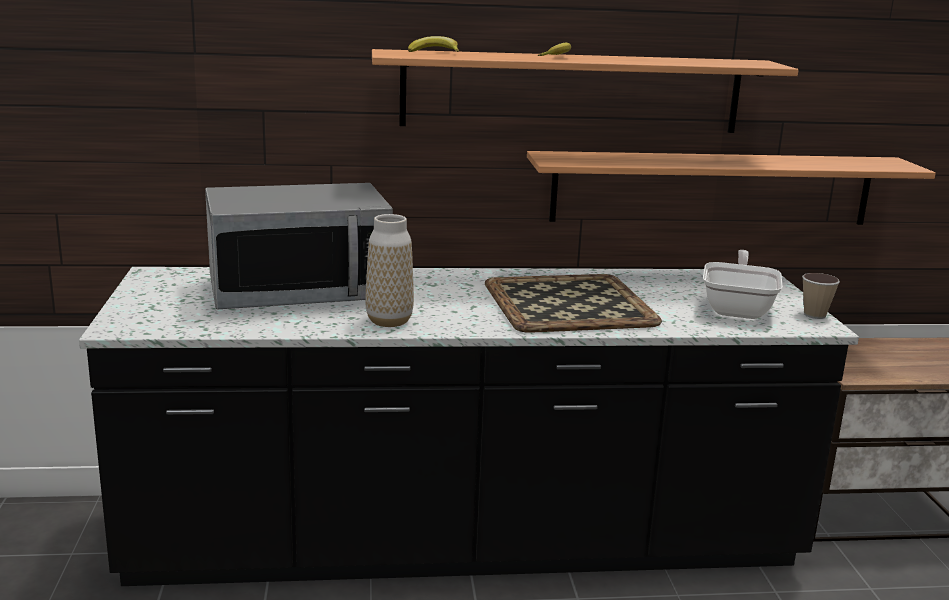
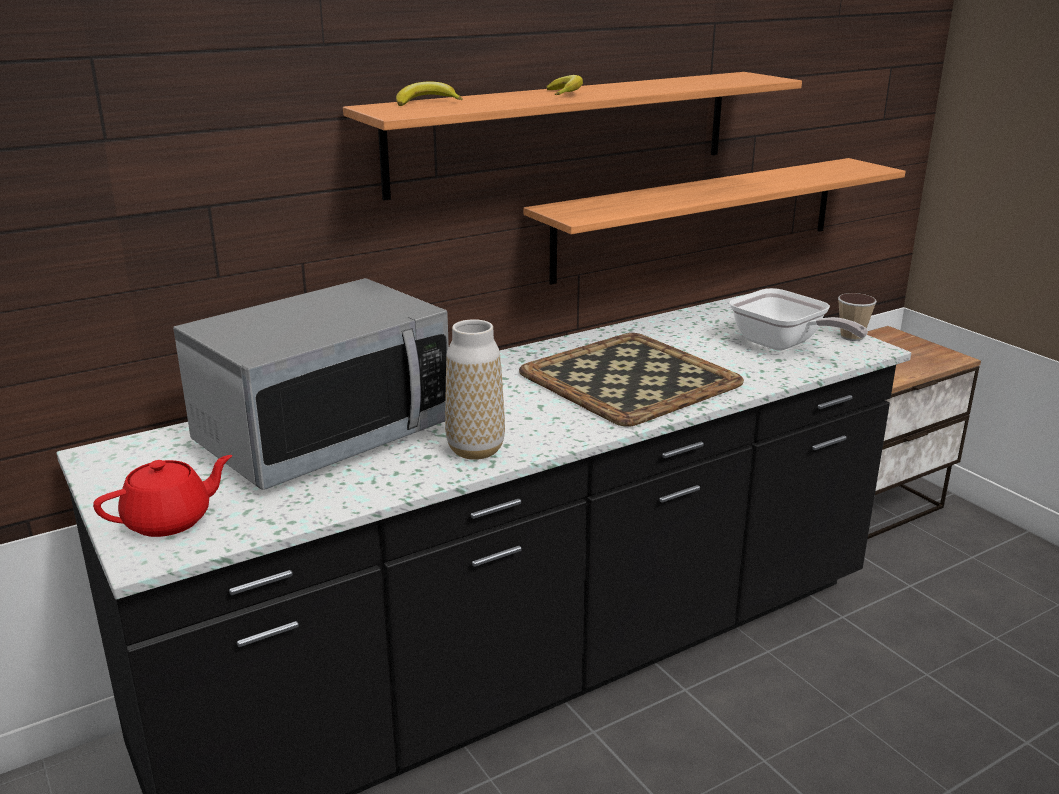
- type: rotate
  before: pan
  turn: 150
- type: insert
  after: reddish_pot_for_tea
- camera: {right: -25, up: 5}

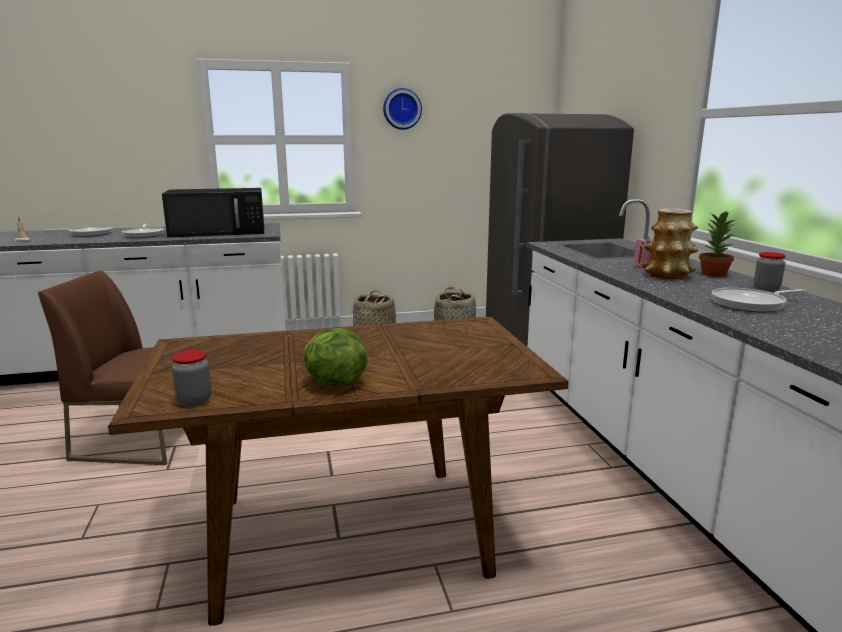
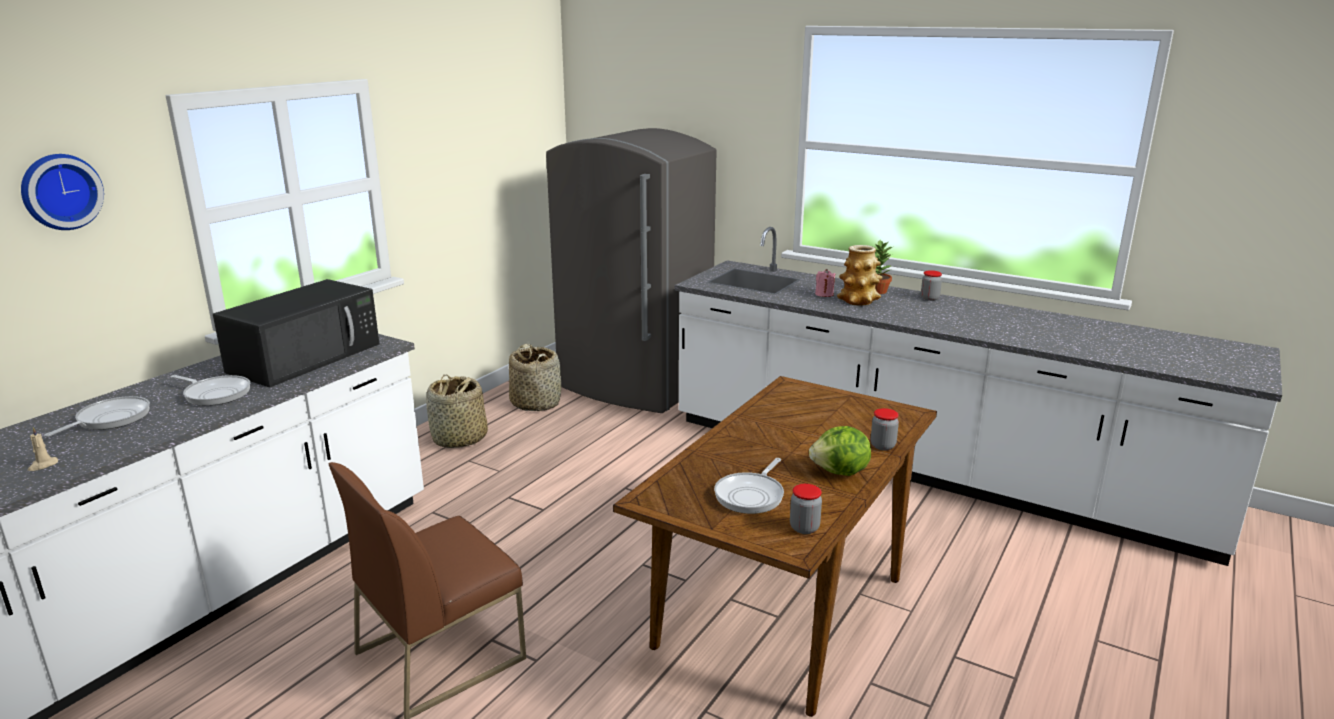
- type: move
  before: hanging_clock
- type: move
  before: pan (3rd from left)
- type: insert
  after: storage_jar (2nd from left)
- camera: {right: -45, up: 5}

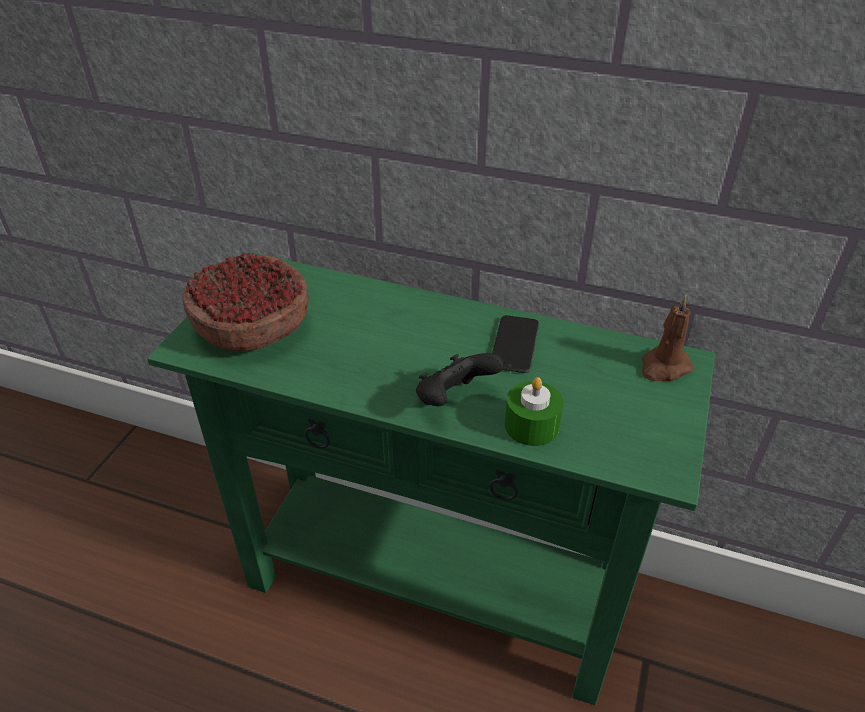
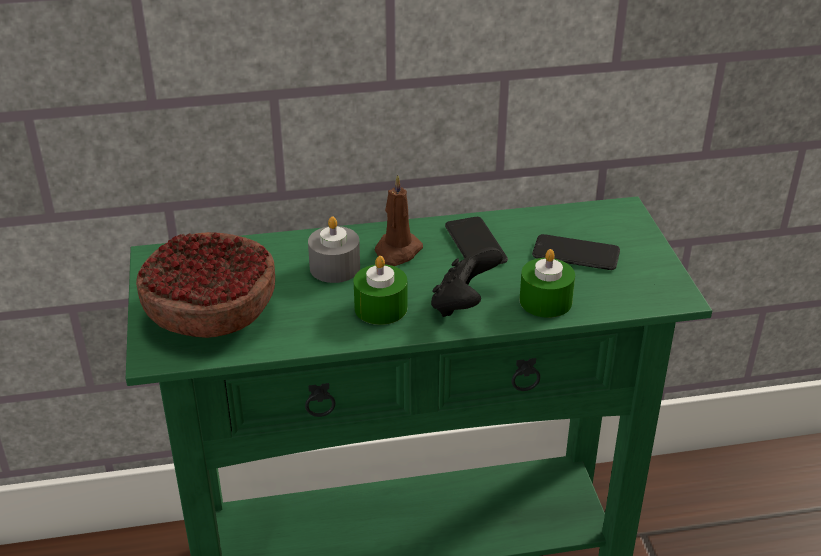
- type: move
  before: brownish_candle
- type: insert
  after: gray_candle
- type: insert
  after: green-coloured_candle (1st from left)
- type: insert
  after: handset (2nd from left)
- camera: {right: -30, up: -5}

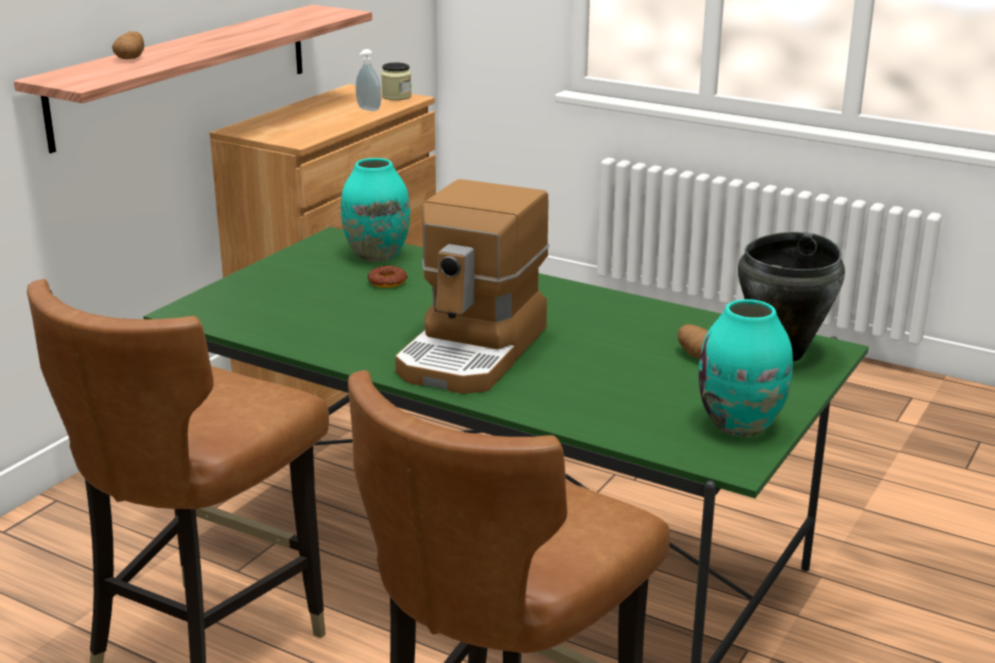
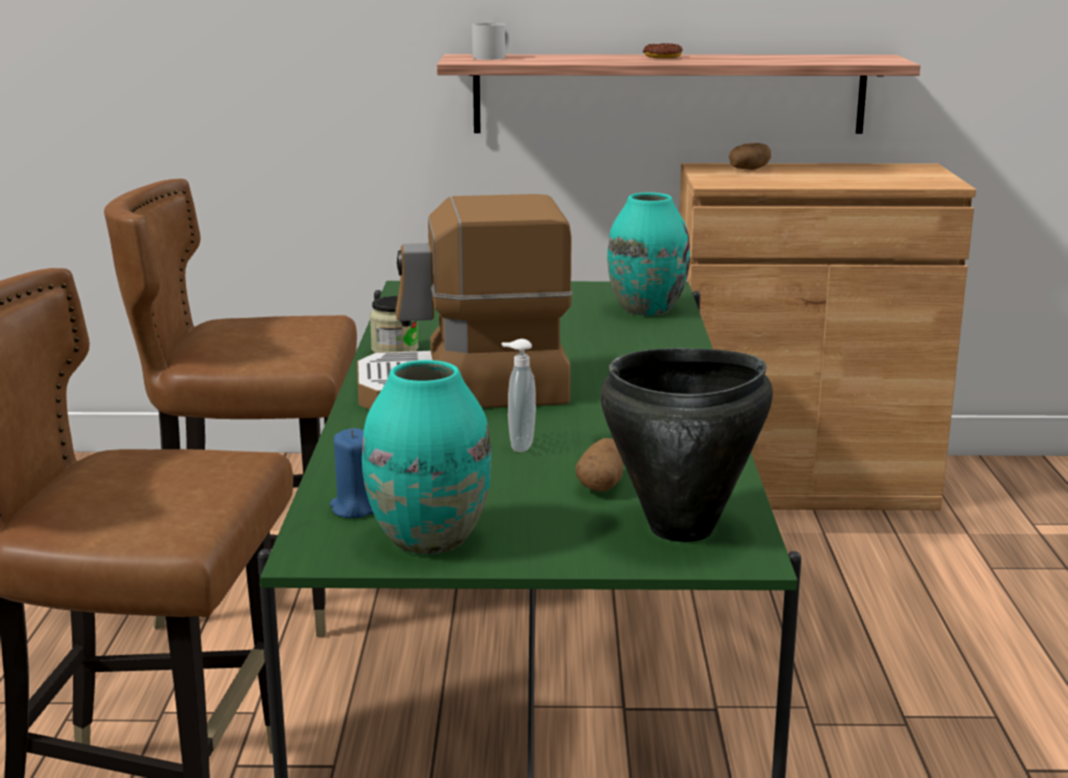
- type: move
  before: whole_potato (1st from left in the first image)
  after: whole_potato (2nd from left)
- type: move
  before: soap_bottle
- type: move
  before: ring_doughnut
- type: move
  before: storage_jar
- type: insert
  after: bluish_candle
- type: insert
  after: whitish_mug
- camera: {right: 60, up: -5}

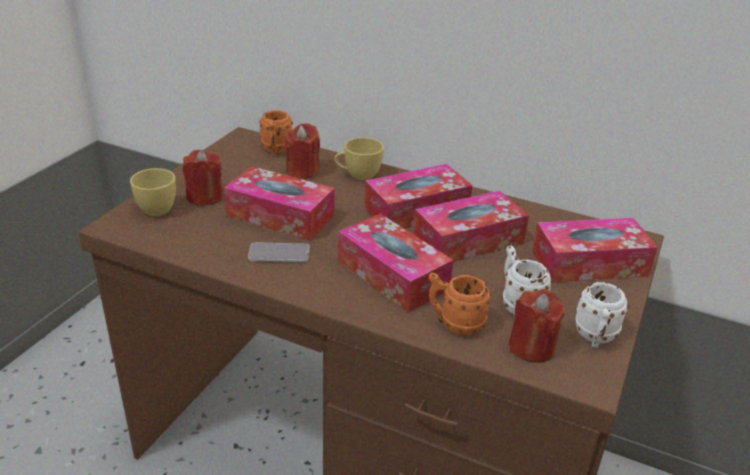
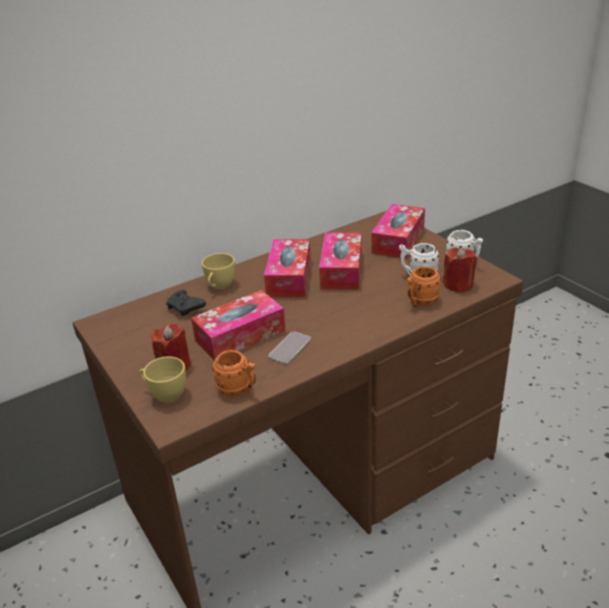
- type: move
  before: orangey_mug (1st from left)
- type: replace
  before: reddish_candle (2nd from left)
  after: black_game_controller
- type: delete
  before: tissue_box (2nd from left)
- camera: {right: -55, up: 0}

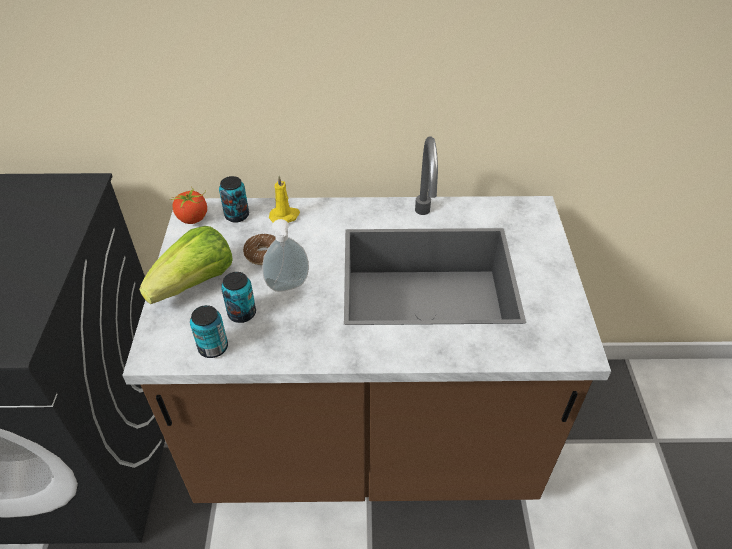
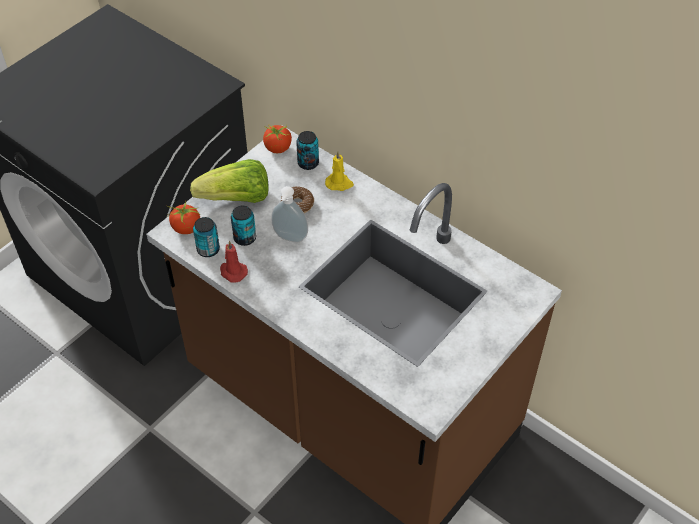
- type: insert
  after: tomato (1st from left)
- type: insert
  after: reddish_candle
- camera: {right: 40, up: 5}

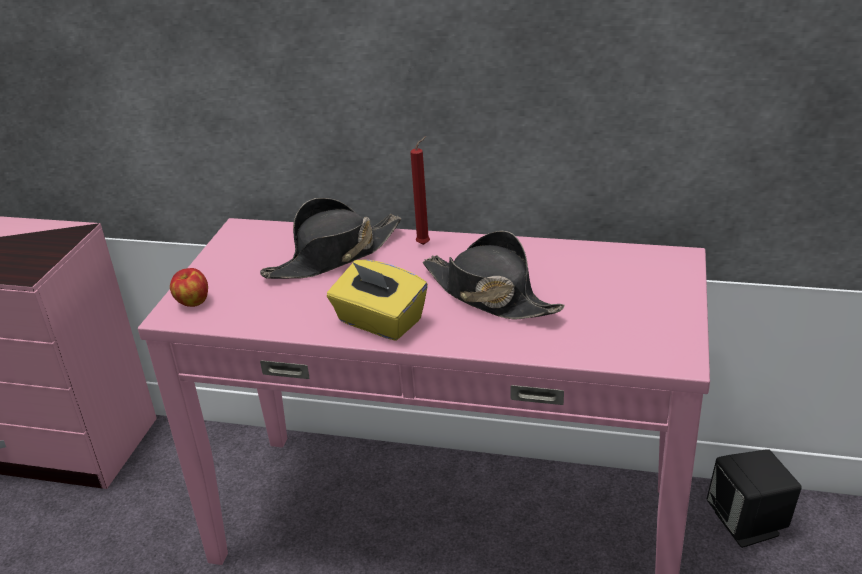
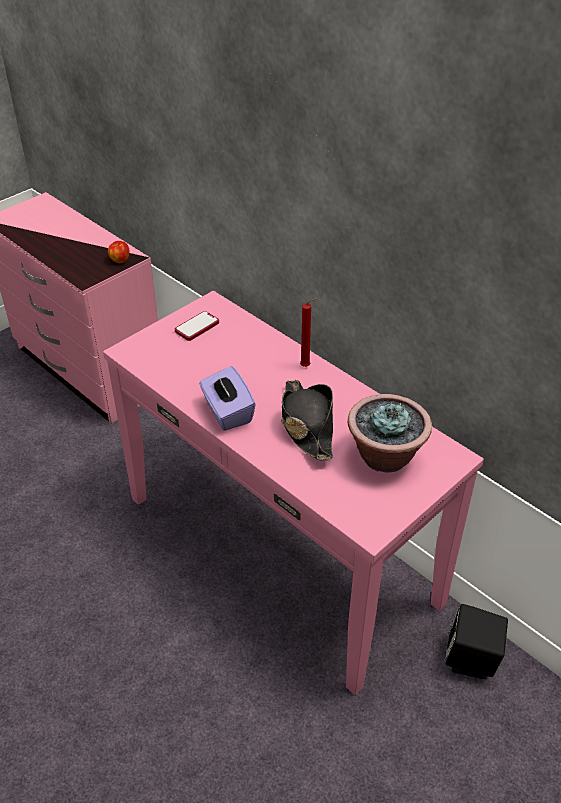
- type: move
  before: apple
- type: delete
  before: black_clothing_hat (1st from left)
- type: recolor
  before: yellow_tissue_box
  after: purple-coloured_tissue_box
- type: insert
  after: handset
- type: insert
  after: houseplant
- camera: {right: 30, up: 10}

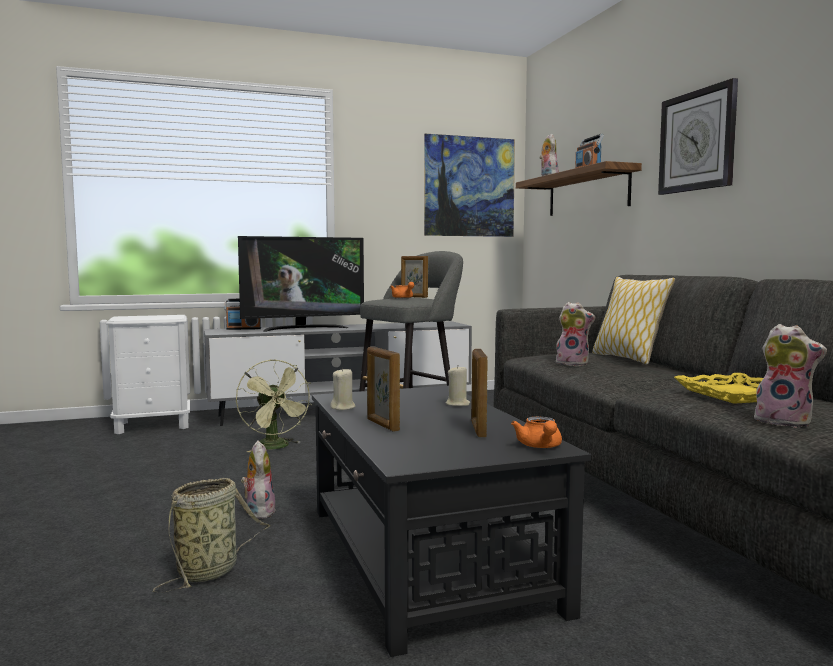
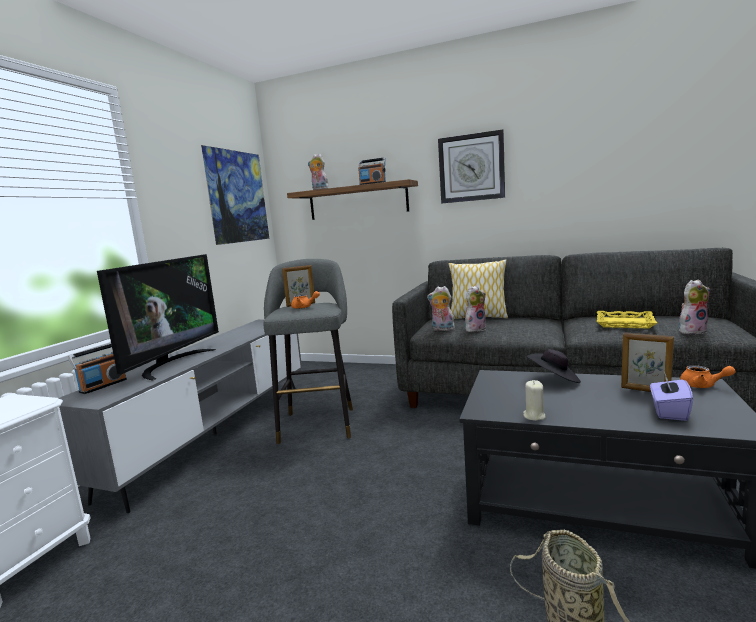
- type: delete
  before: green-coloured_fan
- type: move
  before: cuddly_toy (1st from left in the first image)
  after: cuddly_toy (2nd from left)
- type: delete
  before: standing_frame (1st from left)
- type: replace
  before: beige-coloured_candle (2nd from left)
  after: black_clothing_hat
- type: insert
  after: purple-coloured_tissue_box
- camera: {right: -50, up: 5}

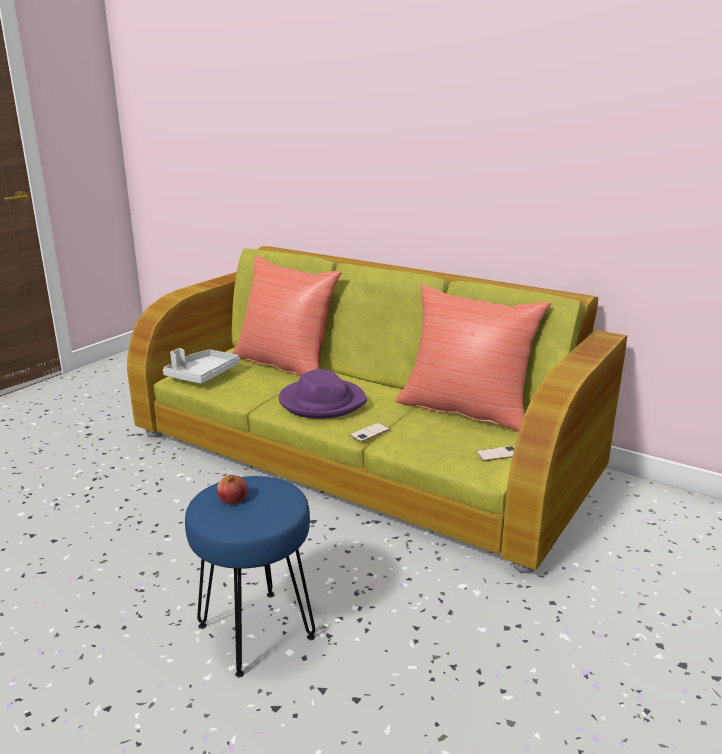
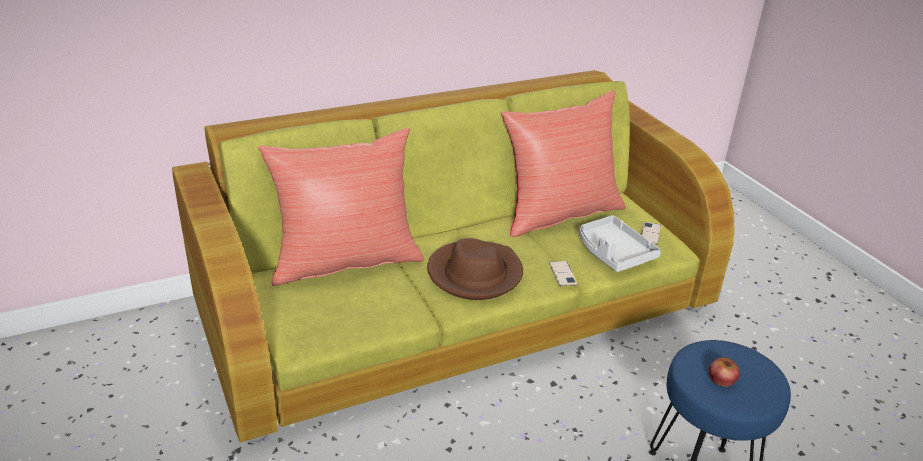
- type: move
  before: gray_carrying_tray
- type: recolor
  before: purple-coloured_clothing_hat
  after: brownish_clothing_hat
- camera: {right: -60, up: 10}

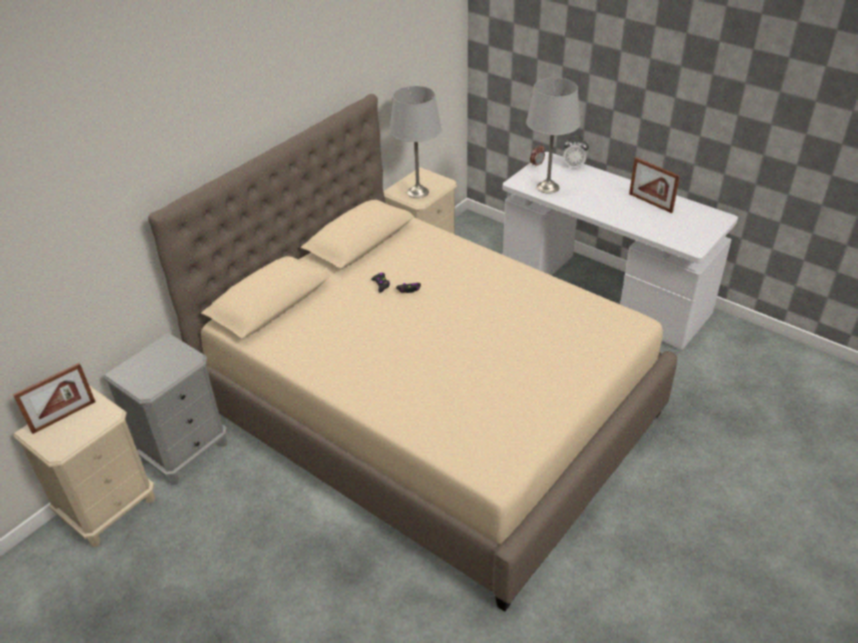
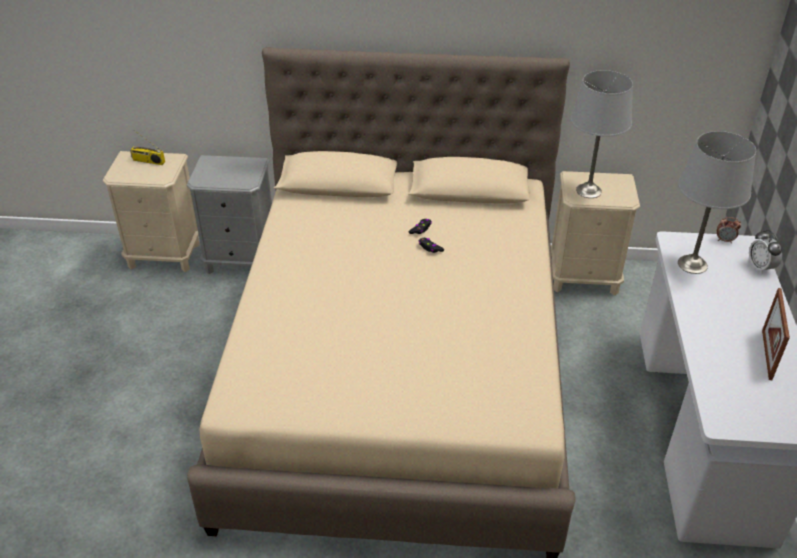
- type: replace
  before: standing_frame (1st from left)
  after: radio_receiver
- camera: {right: 55, up: 0}

